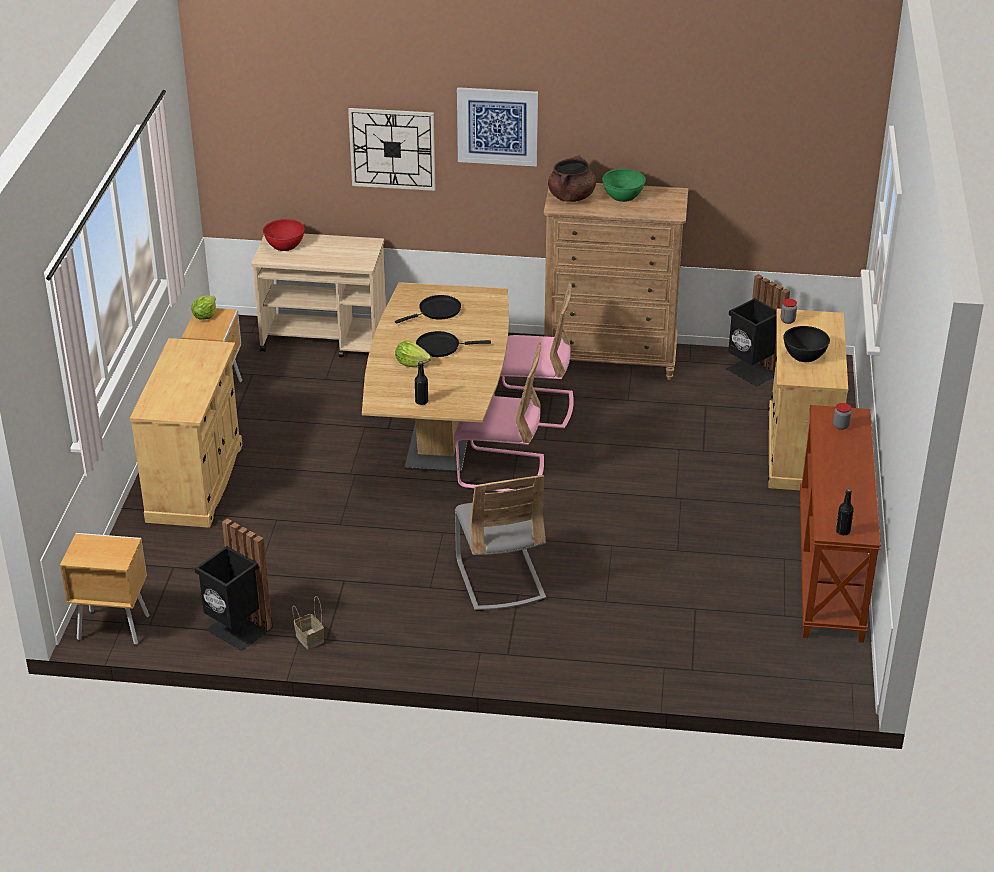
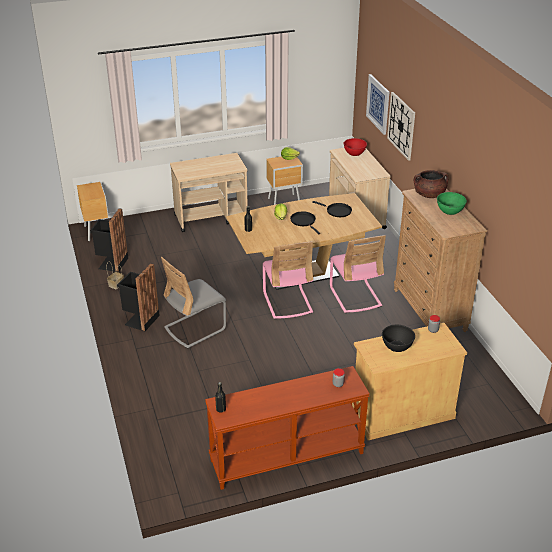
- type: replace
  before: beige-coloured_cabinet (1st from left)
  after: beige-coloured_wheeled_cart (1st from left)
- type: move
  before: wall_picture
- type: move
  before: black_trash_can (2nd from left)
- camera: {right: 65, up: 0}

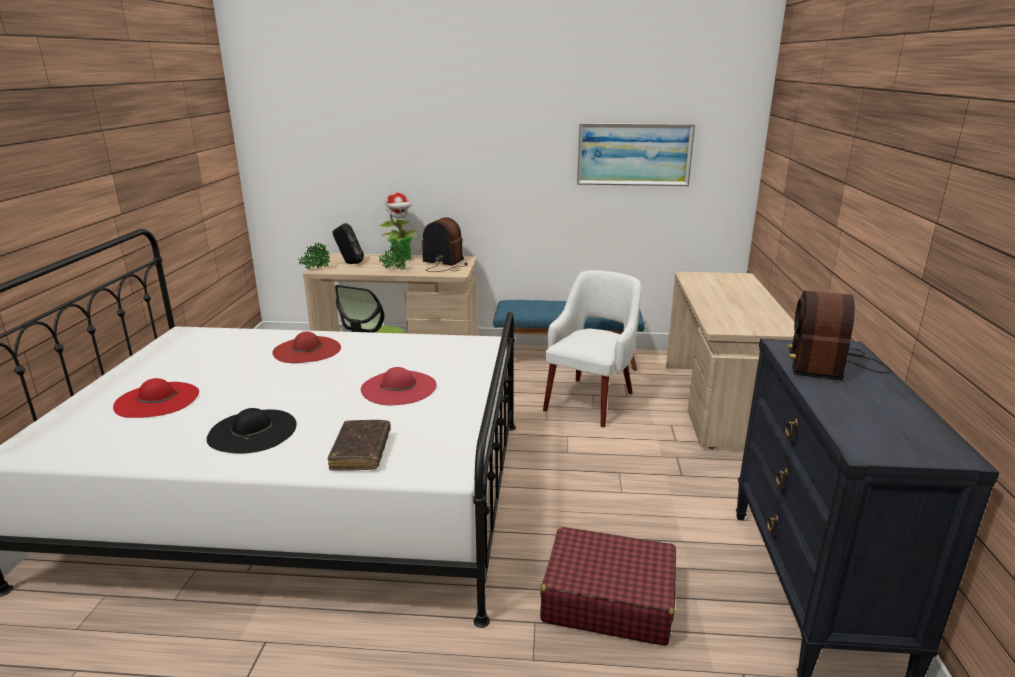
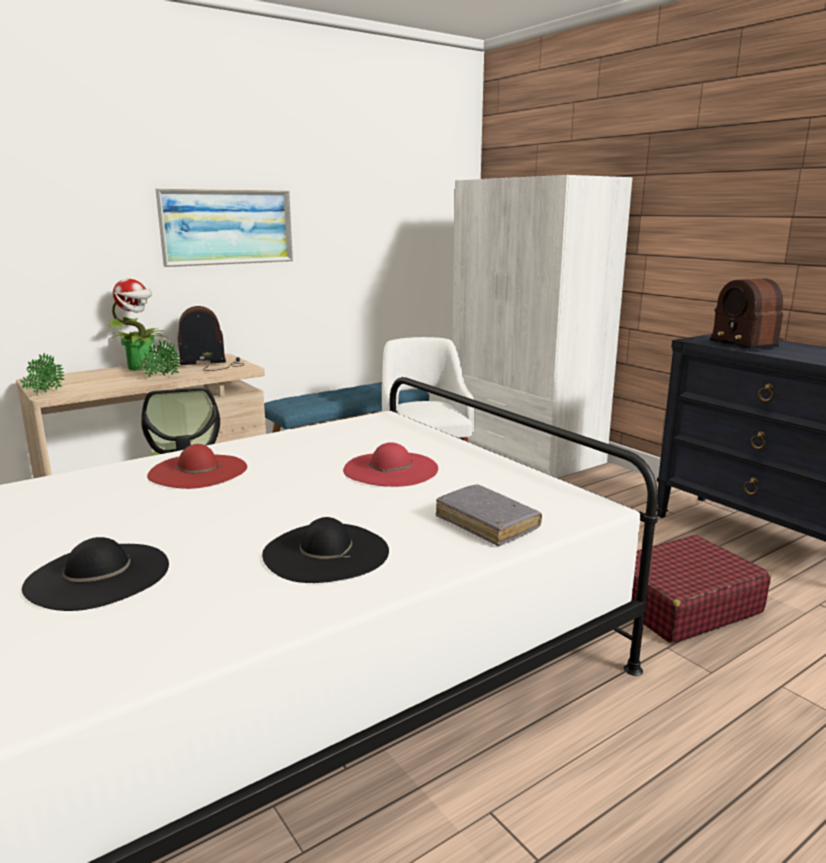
- type: recolor
  before: reddish_clothing_hat (1st from left)
  after: black_clothing_hat (1st from left)
- type: recolor
  before: brownish_volume
  after: gray_volume
- type: delete
  before: black_loudspeaker
- type: move
  before: wall_picture
- type: replace
  before: beige-coloured_desk_table (2nd from left)
  after: whitish_wardrobe
- camera: {right: -40, up: -5}

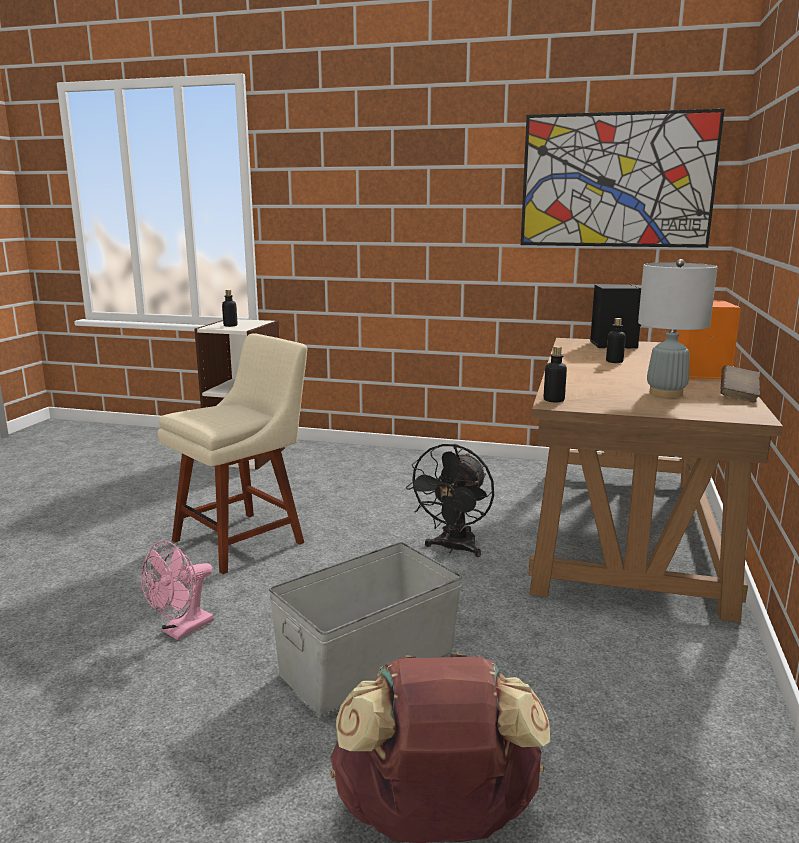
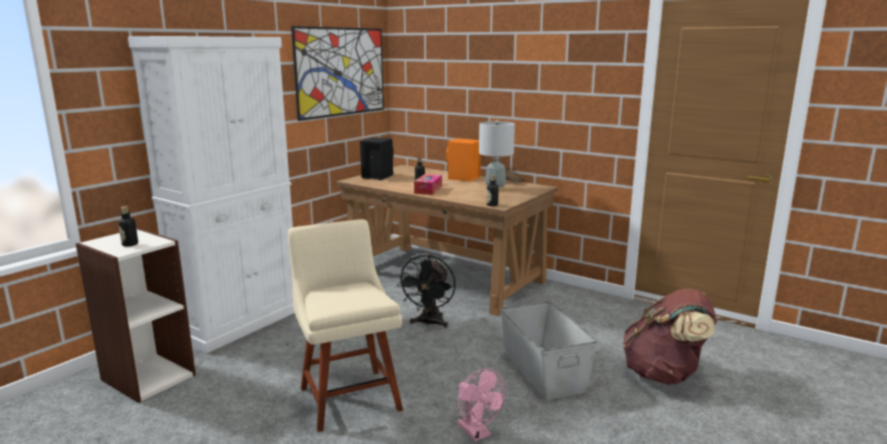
- type: rotate
  before: black_fan
  turn: 60
- type: insert
  after: whitish_cabinet
- type: insert
  after: tissue_box
- camera: {right: -70, up: 0}

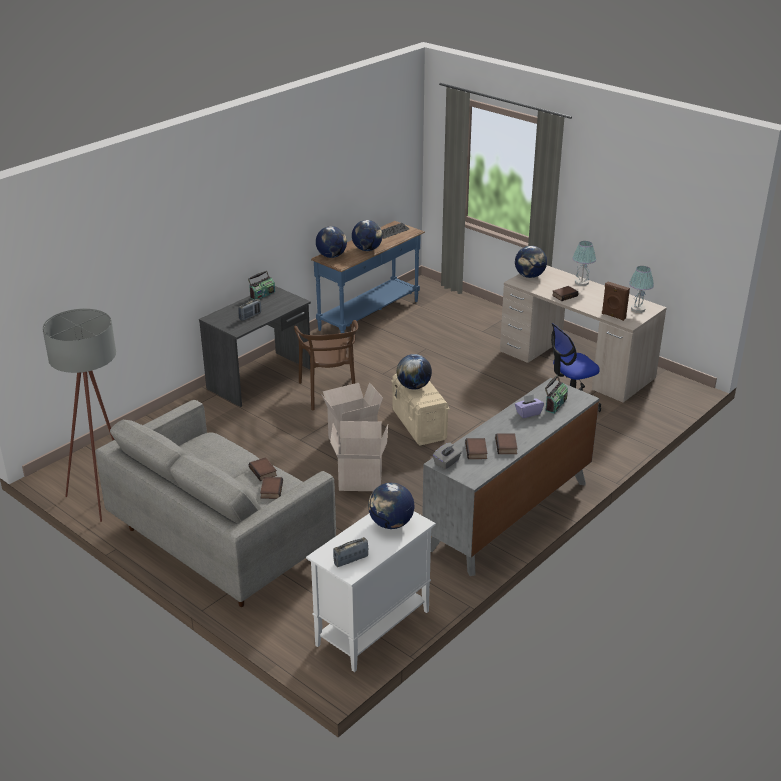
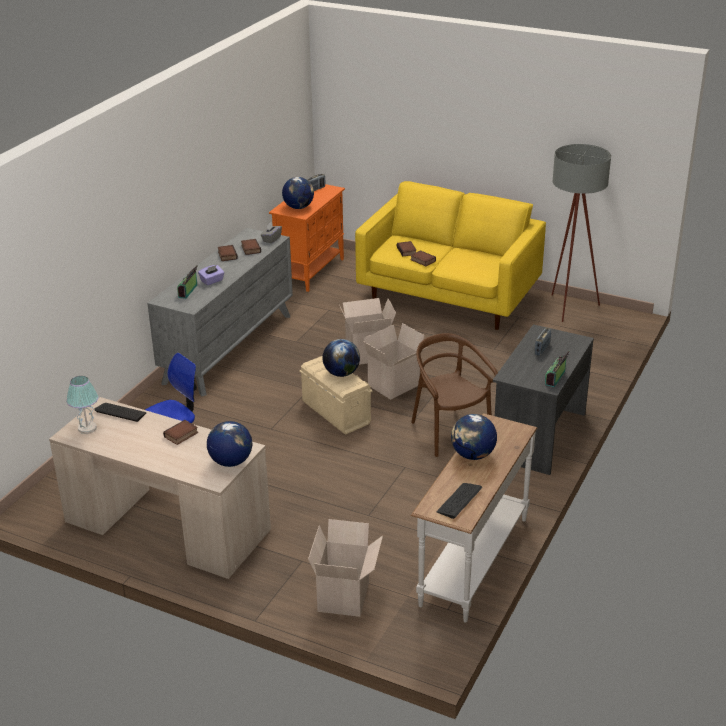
- type: recolor
  before: gray_sofa
  after: yellow_sofa
- type: recolor
  before: whitish_cabinet
  after: orangey_cabinet
- type: recolor
  before: bluish_narrow_table
  after: whitish_narrow_table
- type: delete
  before: desk_globe (1st from left)
- type: delete
  before: lamp_for_a_table (1st from left)
- type: replace
  before: brownish_loudspeaker
  after: keyboard (1st from left)
- type: insert
  after: cardboard_box (1st from left)
- camera: {right: 165, up: 0}

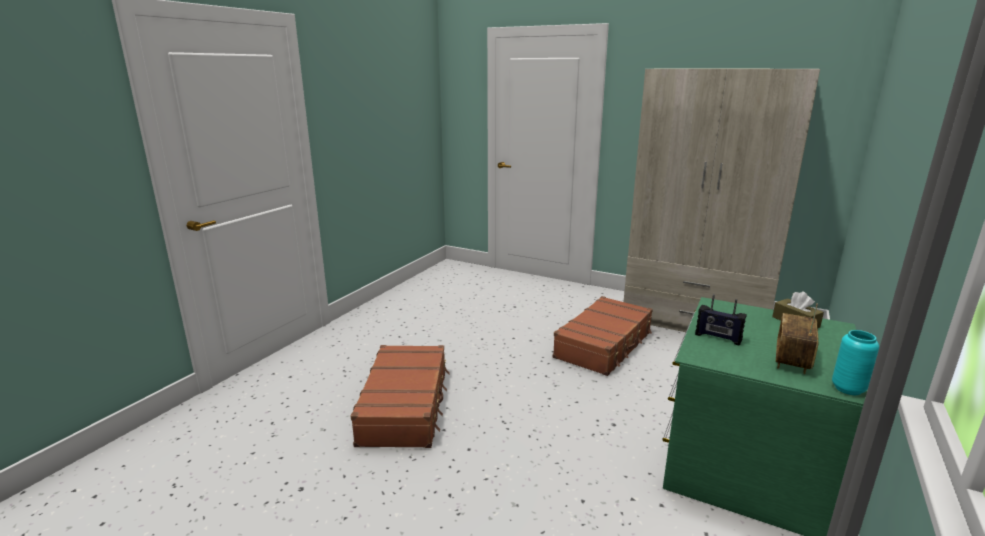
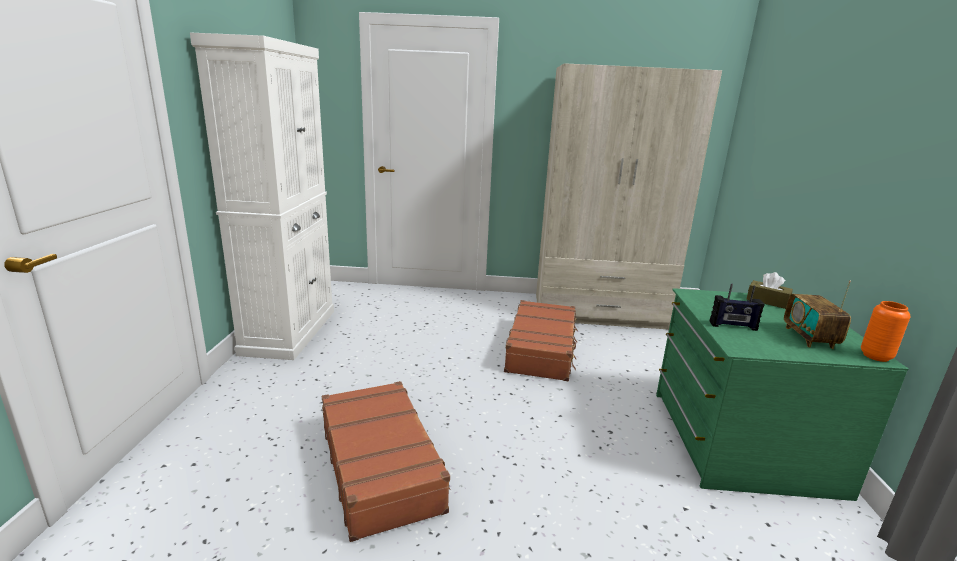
- type: recolor
  before: turquoise_decorative_vase
  after: orangey_decorative_vase
- type: insert
  after: whitish_cabinet
- camera: {right: -25, up: 0}

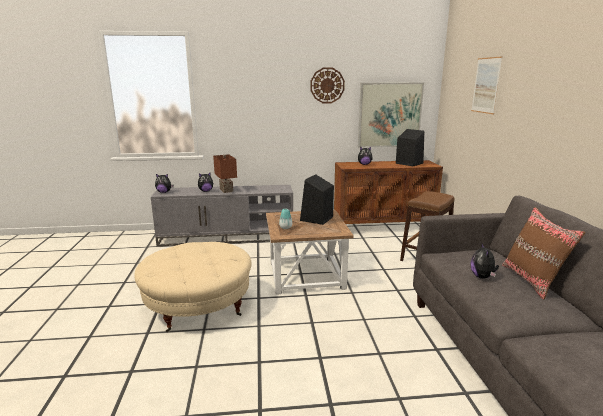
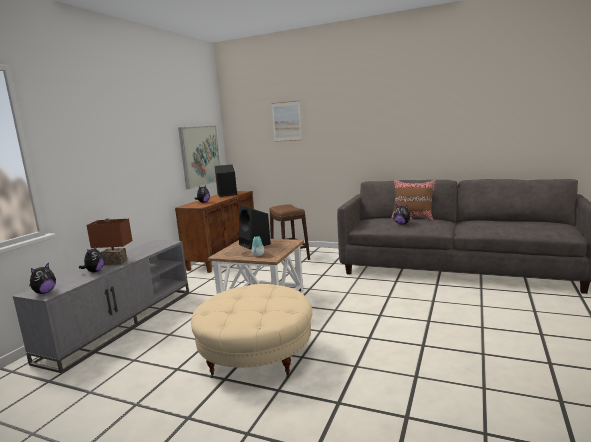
- type: delete
  before: hanging_clock
- camera: {right: -60, up: -5}

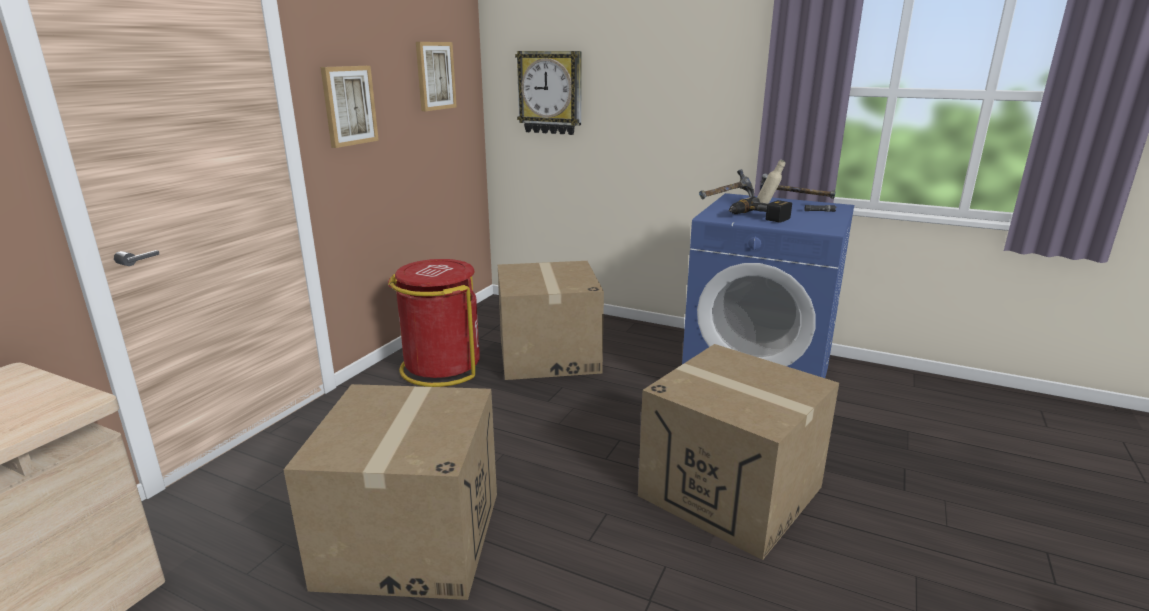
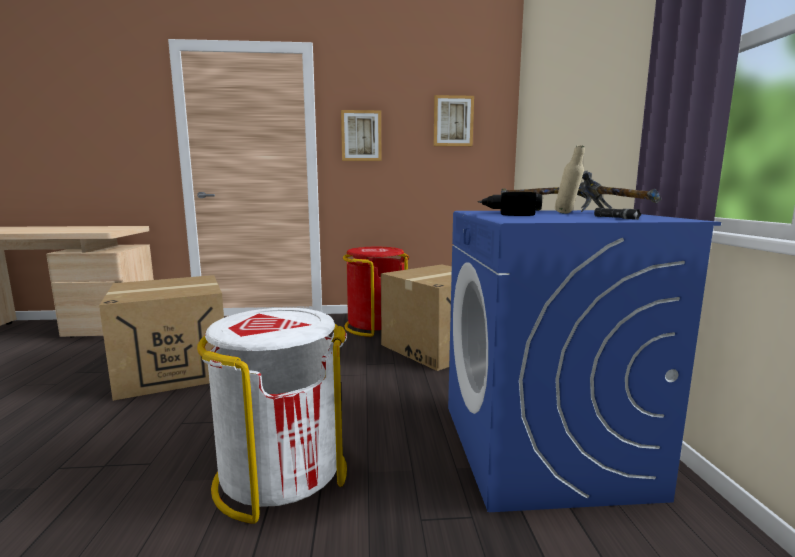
- type: delete
  before: hanging_clock
- type: replace
  before: cardboard_box (3rd from left)
  after: whitish_trash_can
- camera: {right: 60, up: -10}

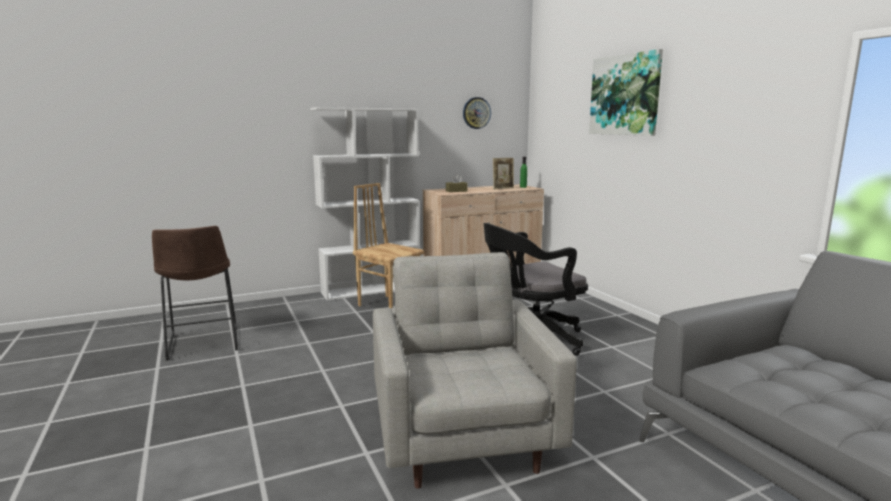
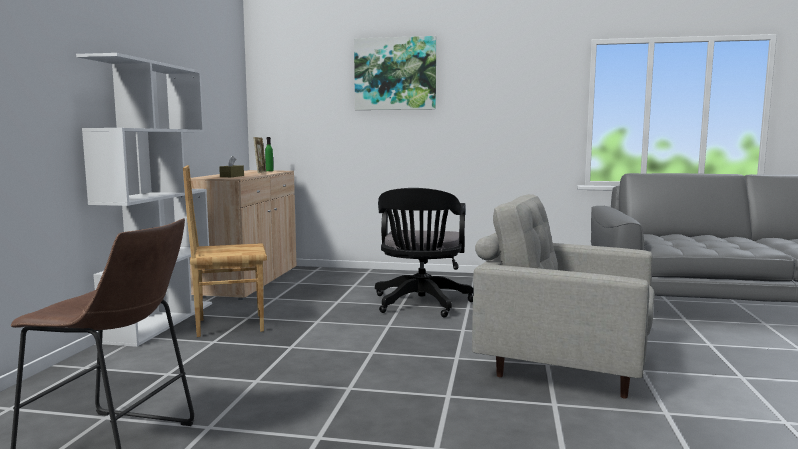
- type: delete
  before: hanging_clock
- camera: {right: -55, up: -5}

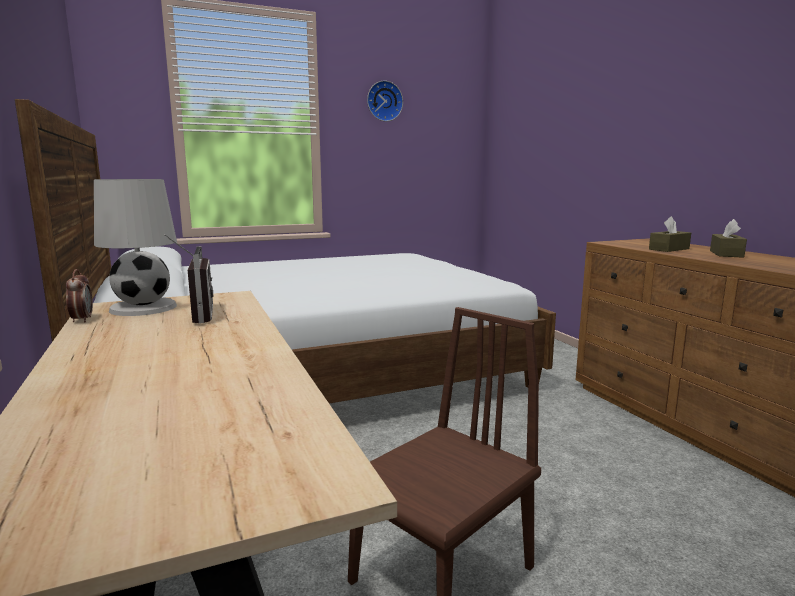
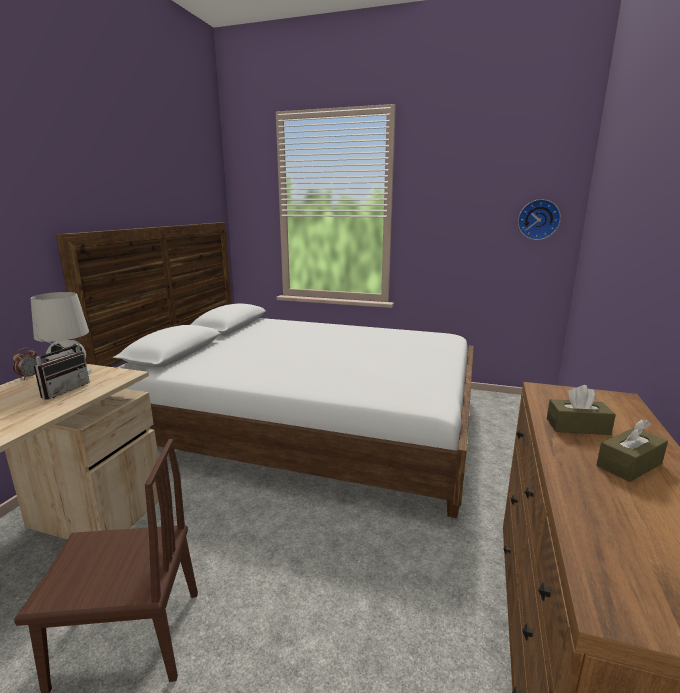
- type: move
  before: hanging_clock
- camera: {right: 40, up: 5}

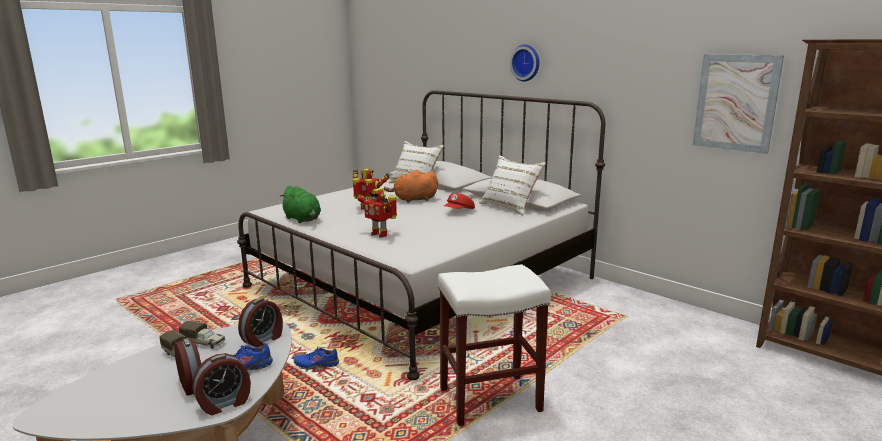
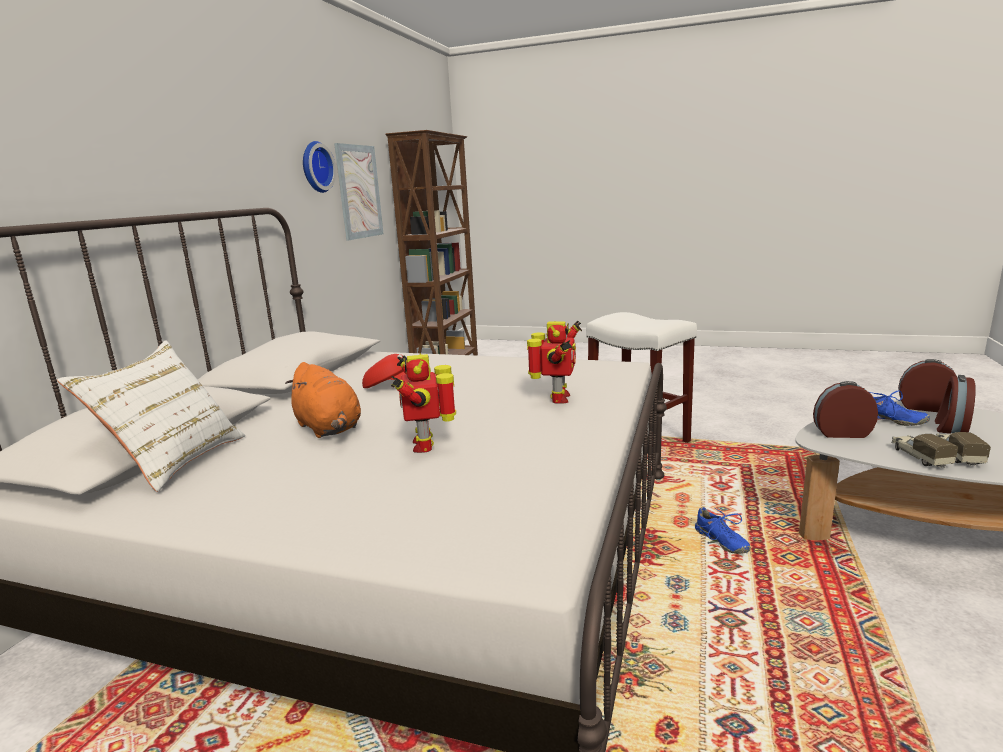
- type: delete
  before: green-coloured_cuddly_toy
- type: delete
  before: whitish_pillow (2nd from left)
- type: move
  before: hanging_clock
- camera: {right: -115, up: 0}

